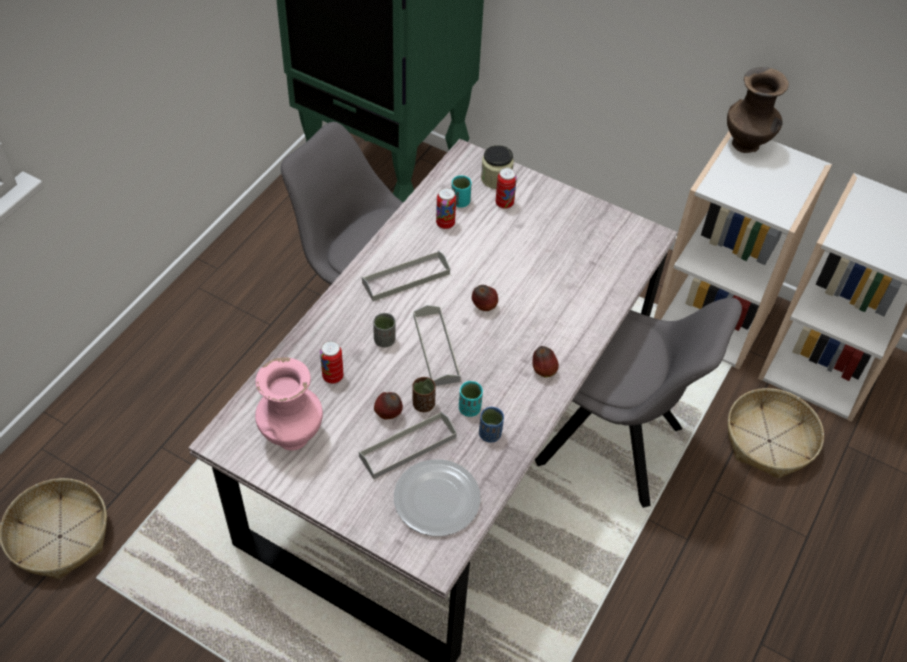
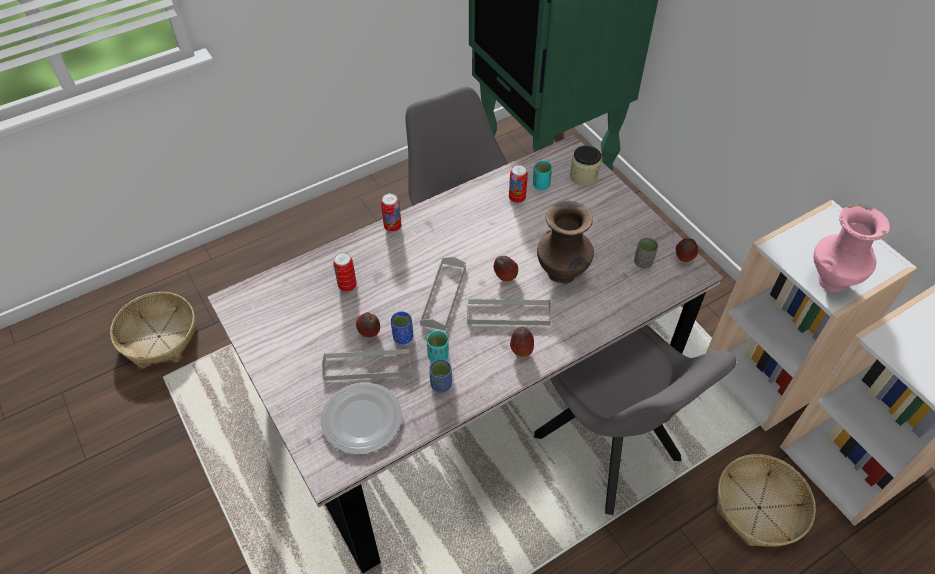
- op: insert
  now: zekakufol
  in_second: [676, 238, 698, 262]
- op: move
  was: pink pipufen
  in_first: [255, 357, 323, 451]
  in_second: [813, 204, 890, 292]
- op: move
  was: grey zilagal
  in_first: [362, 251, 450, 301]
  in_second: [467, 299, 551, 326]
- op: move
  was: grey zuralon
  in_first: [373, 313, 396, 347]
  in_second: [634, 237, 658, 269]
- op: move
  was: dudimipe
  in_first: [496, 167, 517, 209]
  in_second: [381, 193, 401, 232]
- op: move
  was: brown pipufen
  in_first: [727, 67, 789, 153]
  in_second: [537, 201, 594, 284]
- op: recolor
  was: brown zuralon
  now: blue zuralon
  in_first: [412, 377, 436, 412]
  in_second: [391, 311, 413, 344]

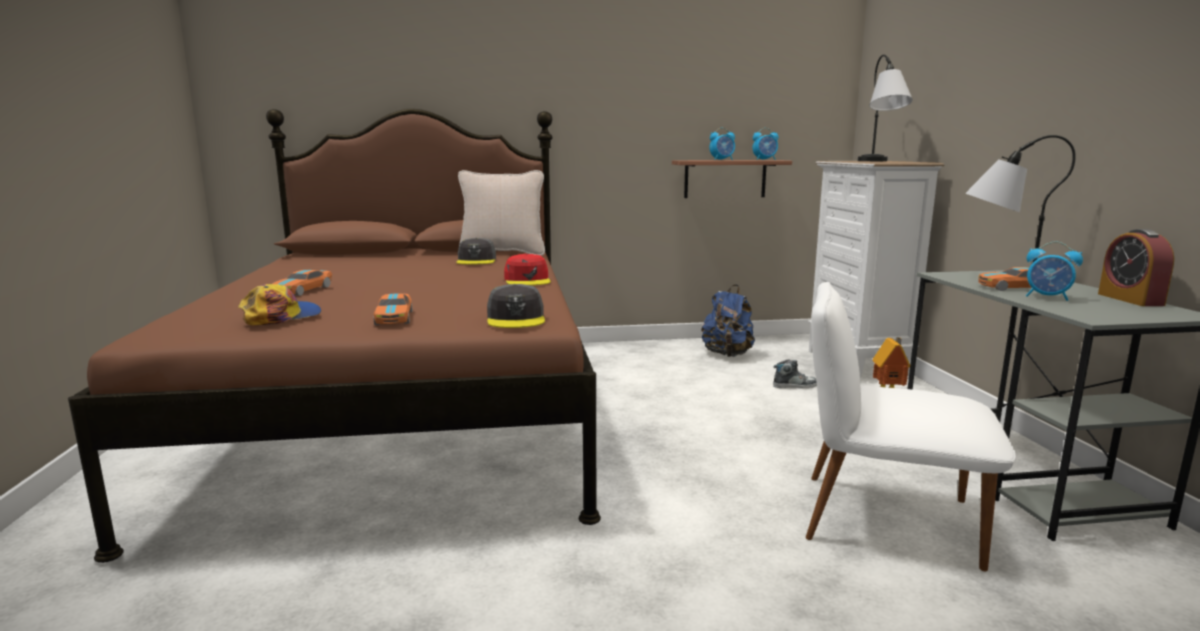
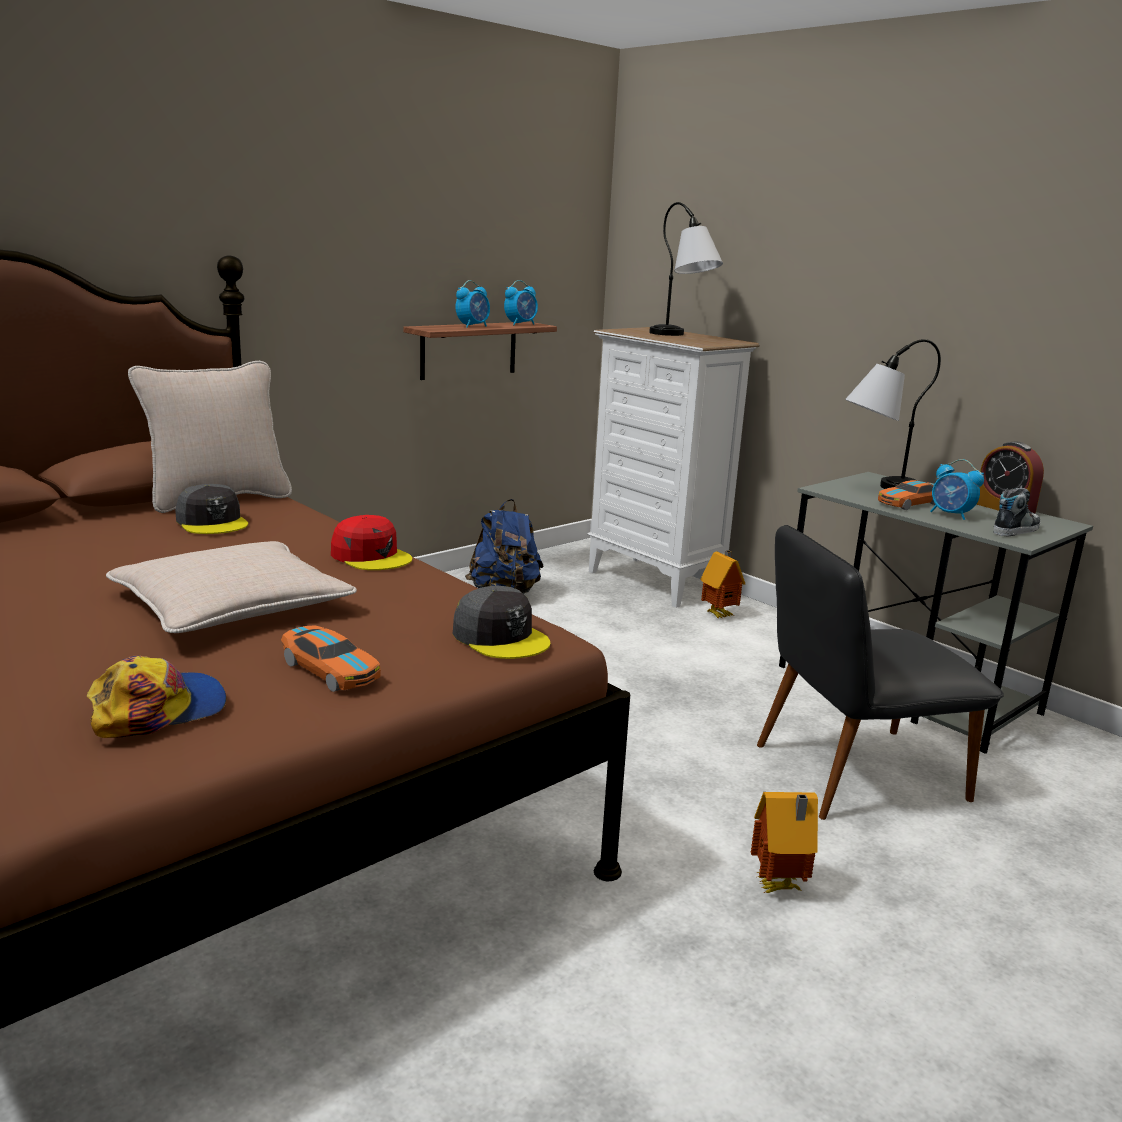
- op: delete
  was: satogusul
  in_first: [273, 270, 332, 296]
- op: insert
  now: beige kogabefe
  in_second: [106, 541, 357, 633]
- op: insert
  now: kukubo
  in_second: [750, 792, 818, 893]
- op: move
  was: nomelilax
  in_first: [773, 359, 817, 388]
  in_second: [993, 488, 1040, 537]
- op: recolor
  was: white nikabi
  now: black nikabi
  in_first: [806, 282, 1016, 572]
  in_second: [757, 525, 1004, 820]
- op: rotate
  was: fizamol
  in_first: [238, 284, 321, 325]
  in_second: [87, 655, 226, 738]
  clockwise: 45
- op: rotate
  was: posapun
  in_first: [1026, 241, 1083, 301]
  in_second: [930, 459, 984, 520]
  clockwise: 45

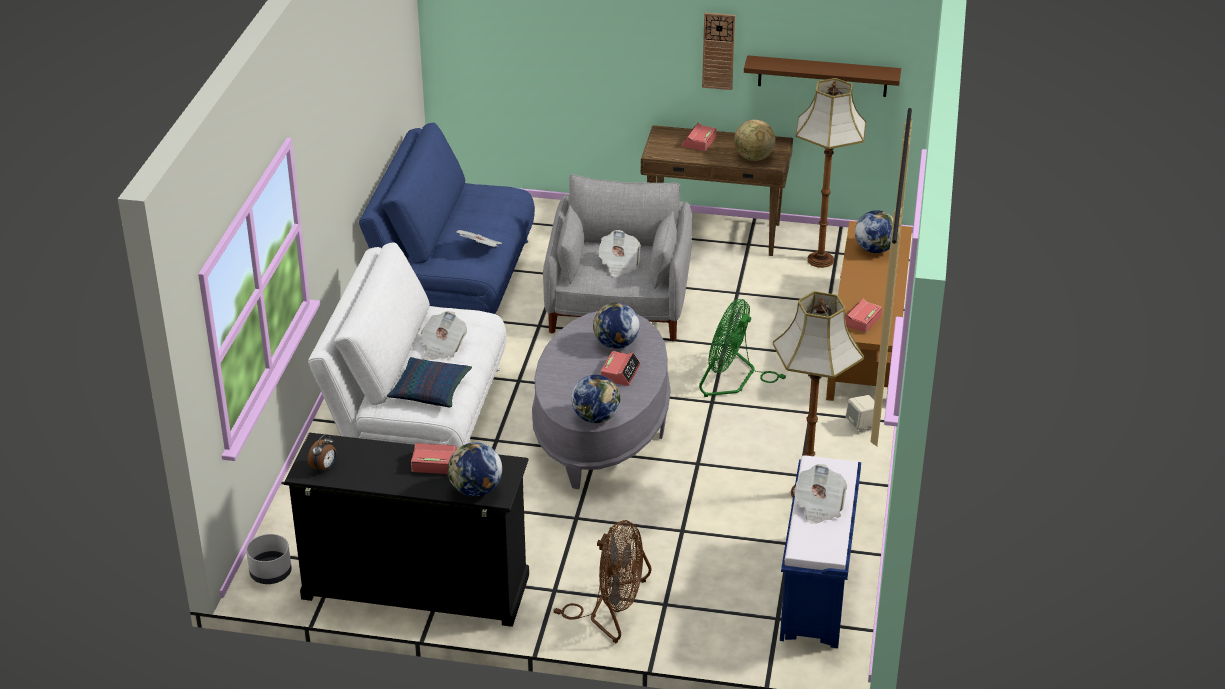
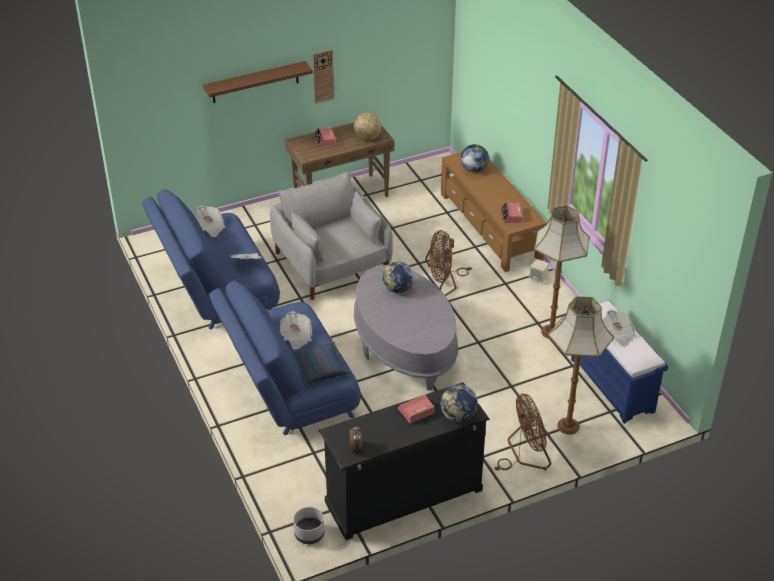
- op: delete
  was: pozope
  in_first: [571, 375, 620, 423]
- op: delete
  was: posapun
  in_first: [601, 351, 641, 386]
- op: move
  was: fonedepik
  in_first: [598, 230, 641, 277]
  in_second: [194, 205, 226, 237]
- op: move
  was: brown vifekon
  in_first: [744, 55, 901, 97]
  in_second: [203, 61, 313, 103]
- op: move
  was: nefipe
  in_first: [795, 78, 866, 268]
  in_second: [548, 296, 614, 435]
- op: recolor
  was: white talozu
  now: blue talozu
  in_first: [308, 242, 507, 449]
  in_second: [209, 281, 361, 435]
- op: recolor
  was: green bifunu
  now: brown bifunu
  in_first: [699, 299, 787, 397]
  in_second: [425, 230, 472, 296]

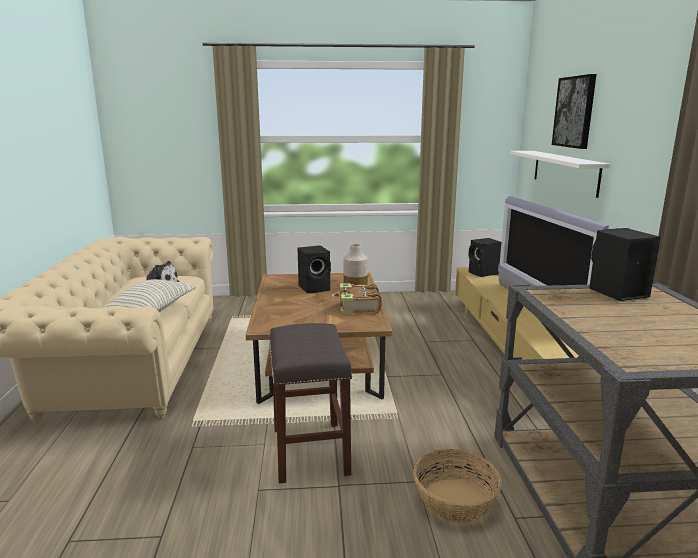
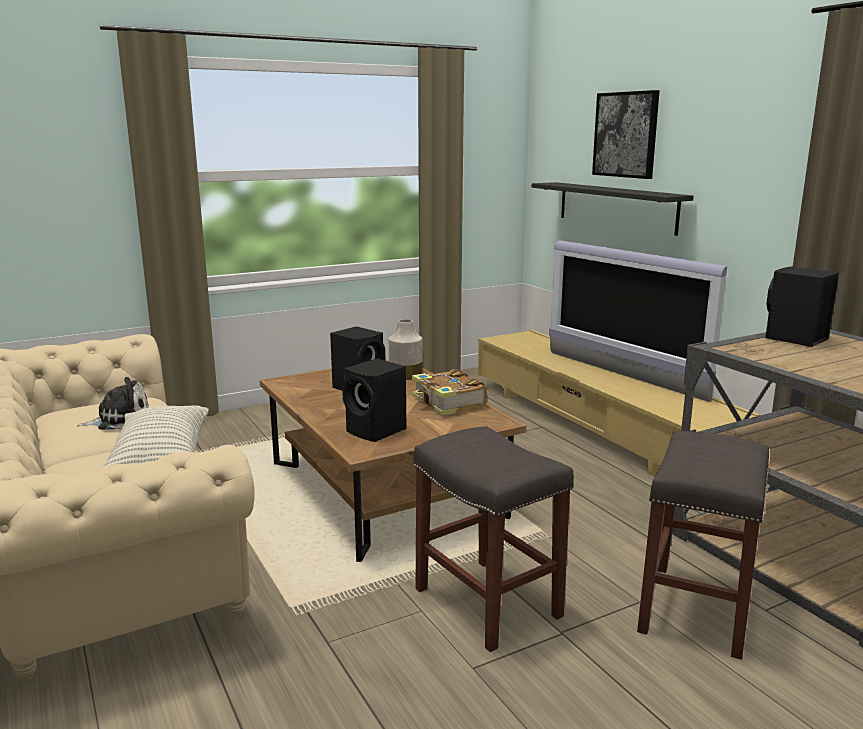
- op: move
  was: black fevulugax
  in_first: [468, 238, 501, 277]
  in_second: [342, 359, 406, 442]
- op: replace
  was: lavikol
  now: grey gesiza
  in_first: [413, 449, 502, 524]
  in_second: [637, 431, 769, 660]
- op: recolor
  was: white vifekon
  now: black vifekon
  in_first: [511, 151, 610, 198]
  in_second: [532, 182, 693, 236]

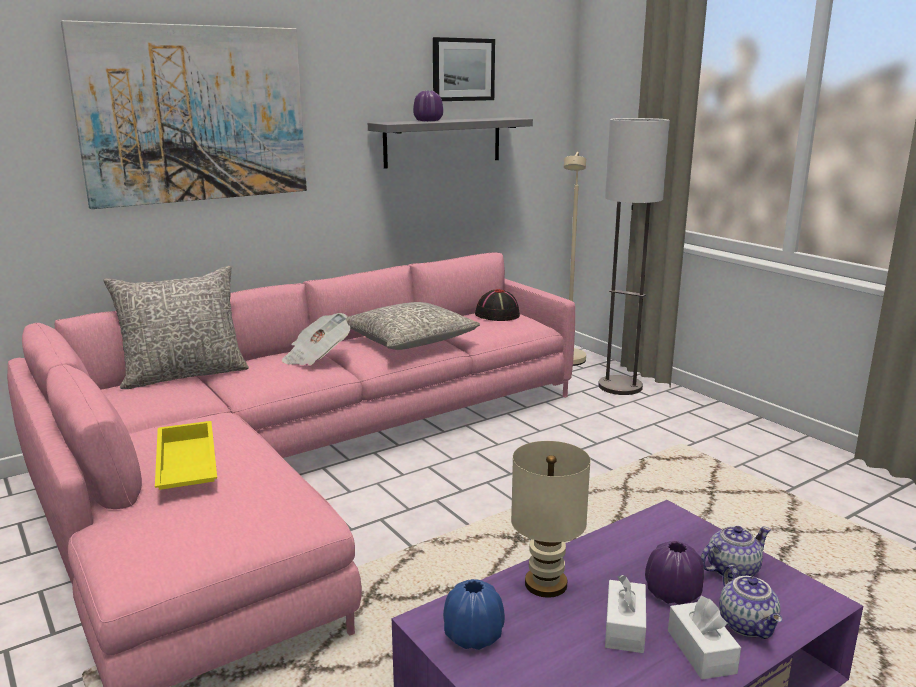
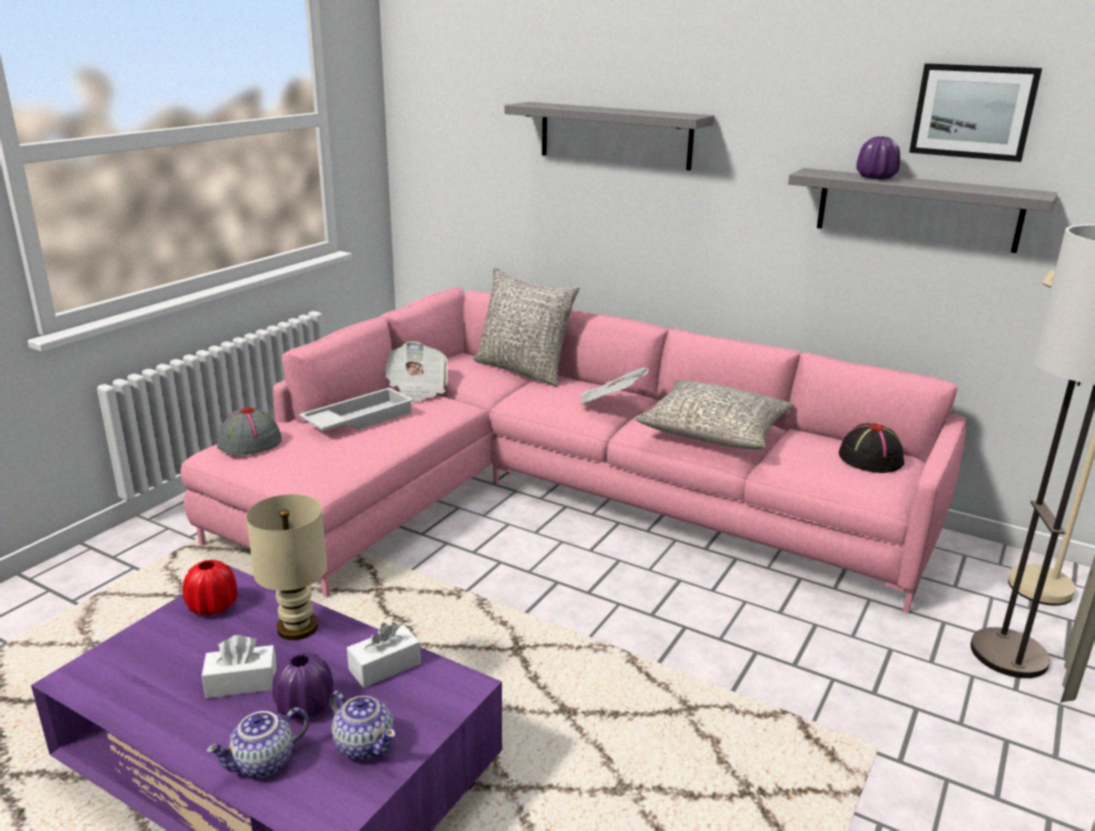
- op: insert
  now: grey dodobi
  in_second: [217, 408, 282, 455]
- op: insert
  now: fonedepik
  in_second: [383, 341, 448, 403]
- op: move
  was: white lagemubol
  in_first: [668, 596, 741, 679]
  in_second: [347, 622, 421, 688]
- op: replace
  was: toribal
  now: grey vifekon
  in_first: [61, 20, 307, 209]
  in_second: [505, 102, 715, 170]
- op: recolor
  was: yellow zilagal
  now: white zilagal
  in_first: [155, 421, 217, 490]
  in_second: [299, 387, 414, 431]
- op: recolor
  was: blue pipufen
  now: red pipufen
  in_first: [443, 579, 505, 650]
  in_second: [183, 560, 238, 616]

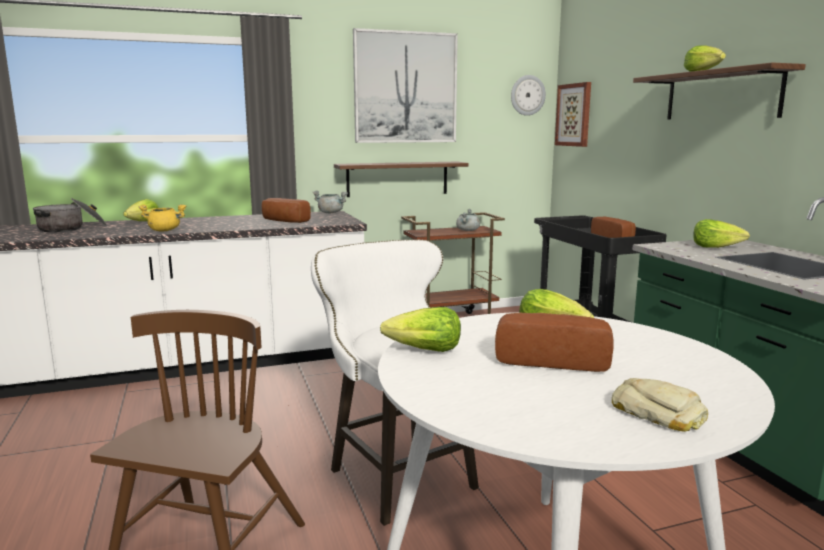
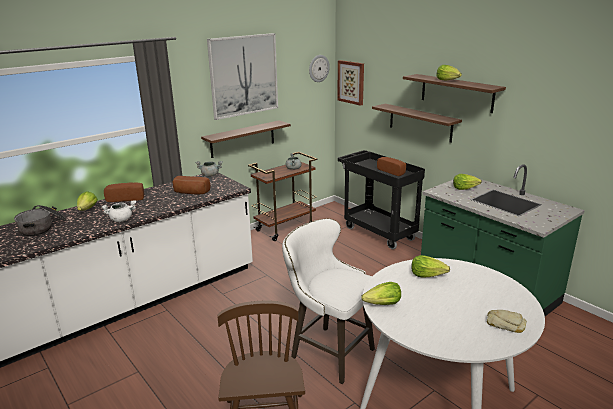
- op: insert
  now: vifekon
  in_second: [372, 104, 462, 143]
- op: move
  was: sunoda
  in_first: [495, 313, 614, 372]
  in_second: [104, 183, 144, 202]
- op: recolor
  was: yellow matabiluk
  now: white matabiluk
  in_first: [139, 204, 186, 232]
  in_second: [102, 200, 136, 222]

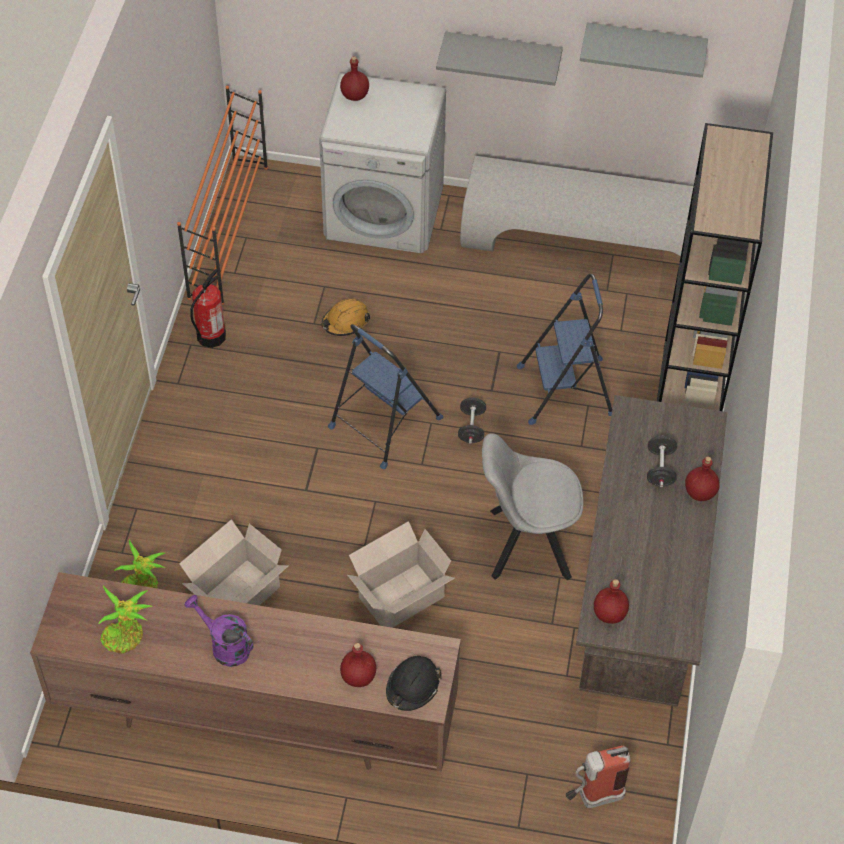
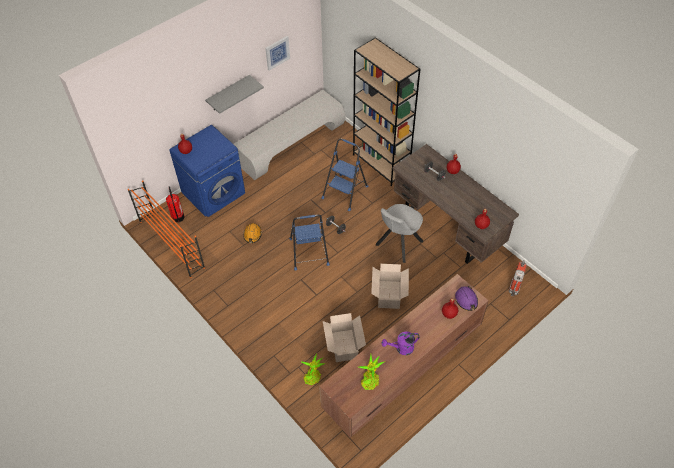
- op: move
  was: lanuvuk
  in_first: [190, 269, 226, 348]
  in_second: [166, 186, 185, 222]
- op: replace
  was: grey vifekon
  now: toribal
  in_first: [580, 22, 708, 78]
  in_second: [265, 36, 290, 71]
- op: recolor
  was: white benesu
  now: blue benesu
  in_first: [319, 73, 446, 253]
  in_second: [169, 125, 245, 217]
- op: recolor
  was: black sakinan
  now: purple sakinan
  in_first: [386, 656, 442, 711]
  in_second: [455, 286, 478, 311]

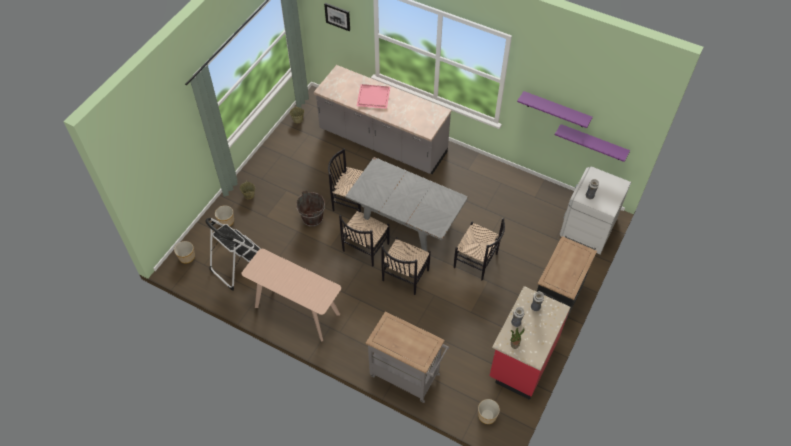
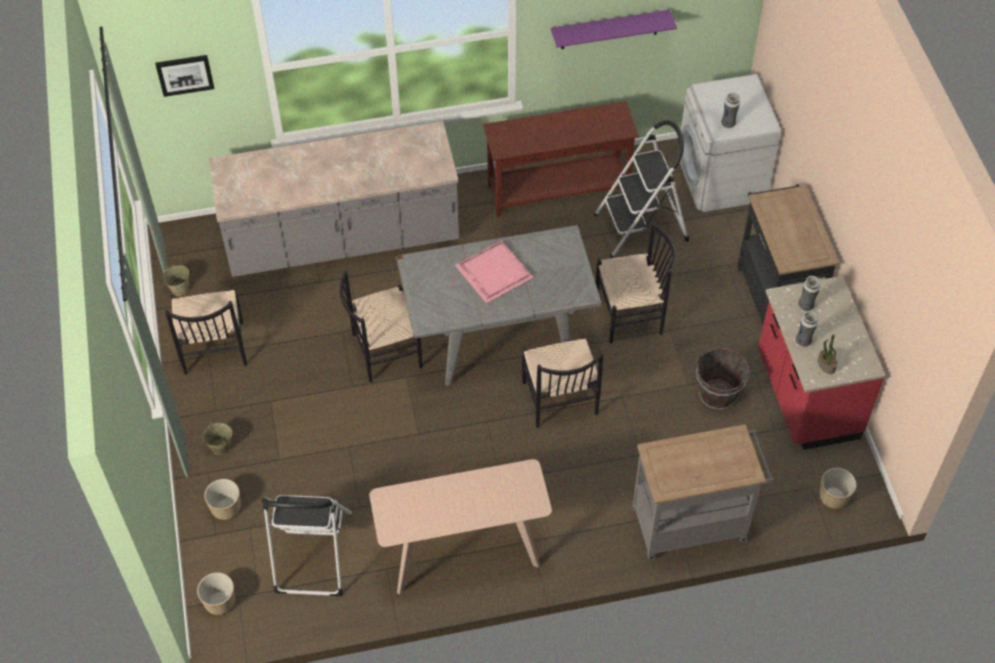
- op: delete
  was: purple vifekon
  in_first: [555, 124, 630, 162]
- op: insert
  now: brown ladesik
  in_second: [483, 101, 639, 218]
- op: insert
  now: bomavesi
  in_second: [594, 121, 689, 258]
- op: move
  was: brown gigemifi
  in_first: [296, 190, 325, 227]
  in_second: [696, 348, 750, 410]
- op: move
  was: black nikabi
  in_first: [339, 209, 390, 266]
  in_second: [165, 286, 247, 375]
- op: move
  was: pink zilagal
  in_first: [357, 84, 390, 109]
  in_second: [455, 240, 534, 303]

